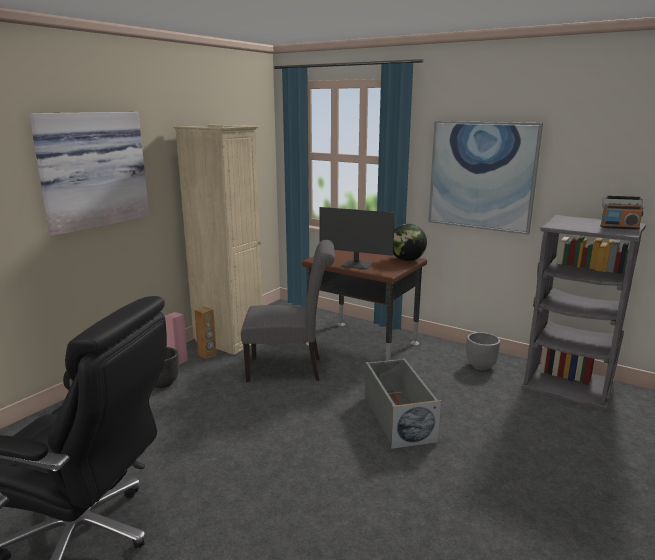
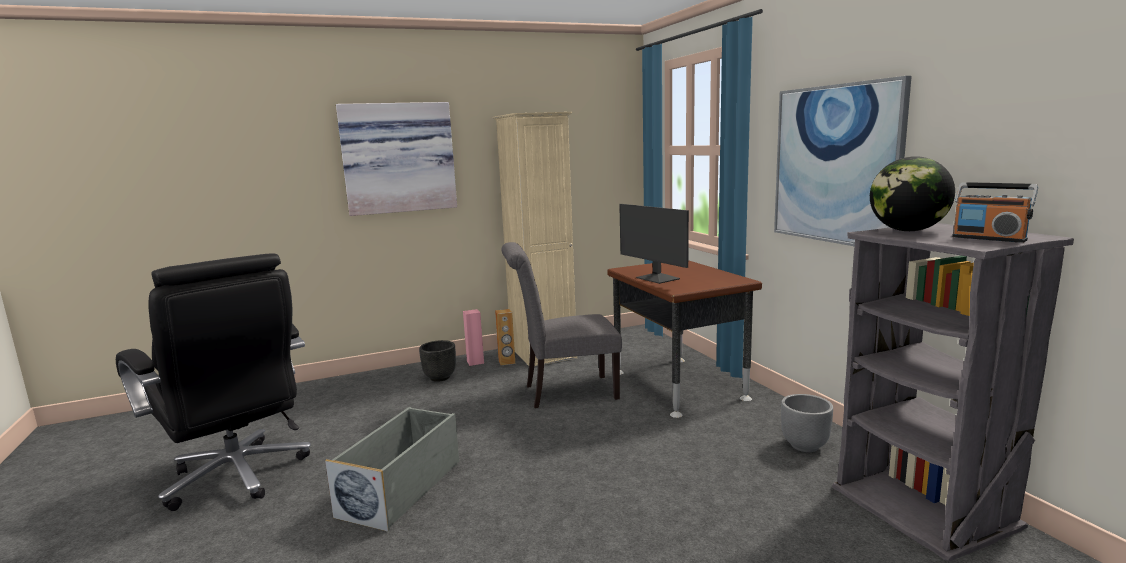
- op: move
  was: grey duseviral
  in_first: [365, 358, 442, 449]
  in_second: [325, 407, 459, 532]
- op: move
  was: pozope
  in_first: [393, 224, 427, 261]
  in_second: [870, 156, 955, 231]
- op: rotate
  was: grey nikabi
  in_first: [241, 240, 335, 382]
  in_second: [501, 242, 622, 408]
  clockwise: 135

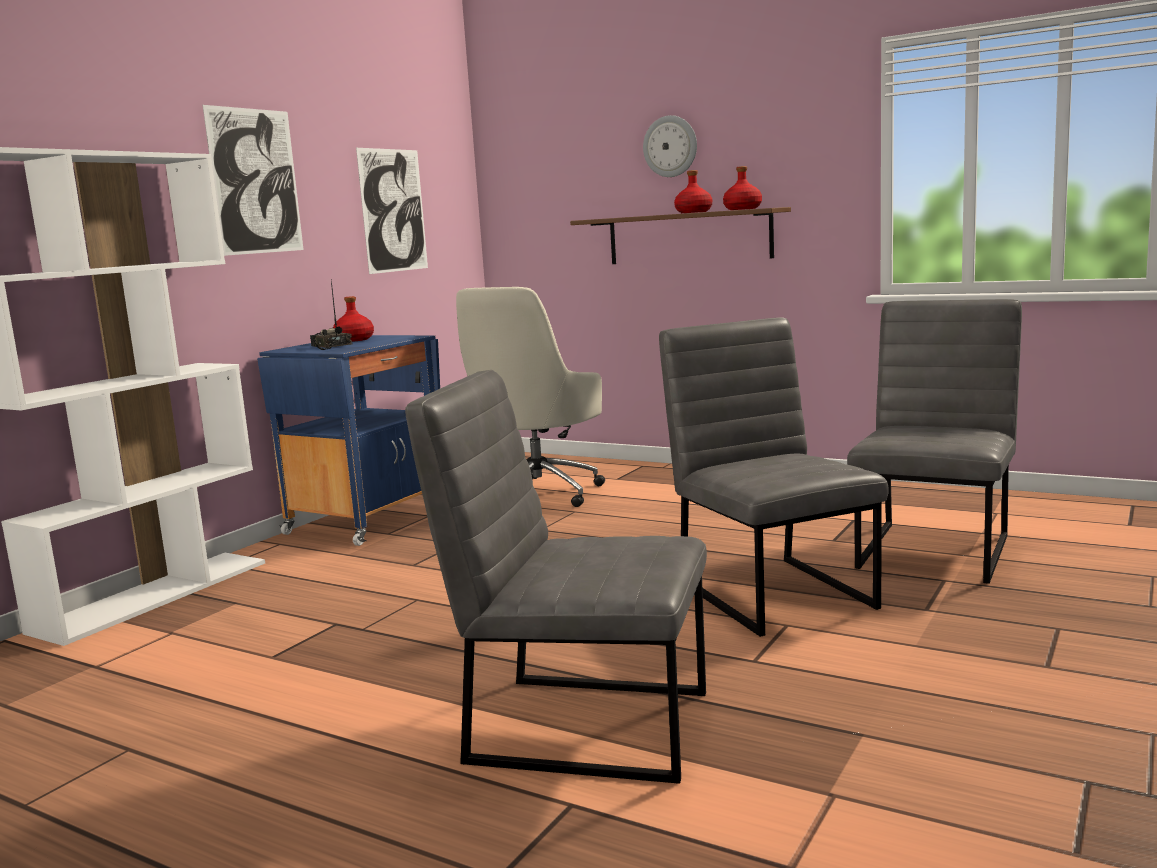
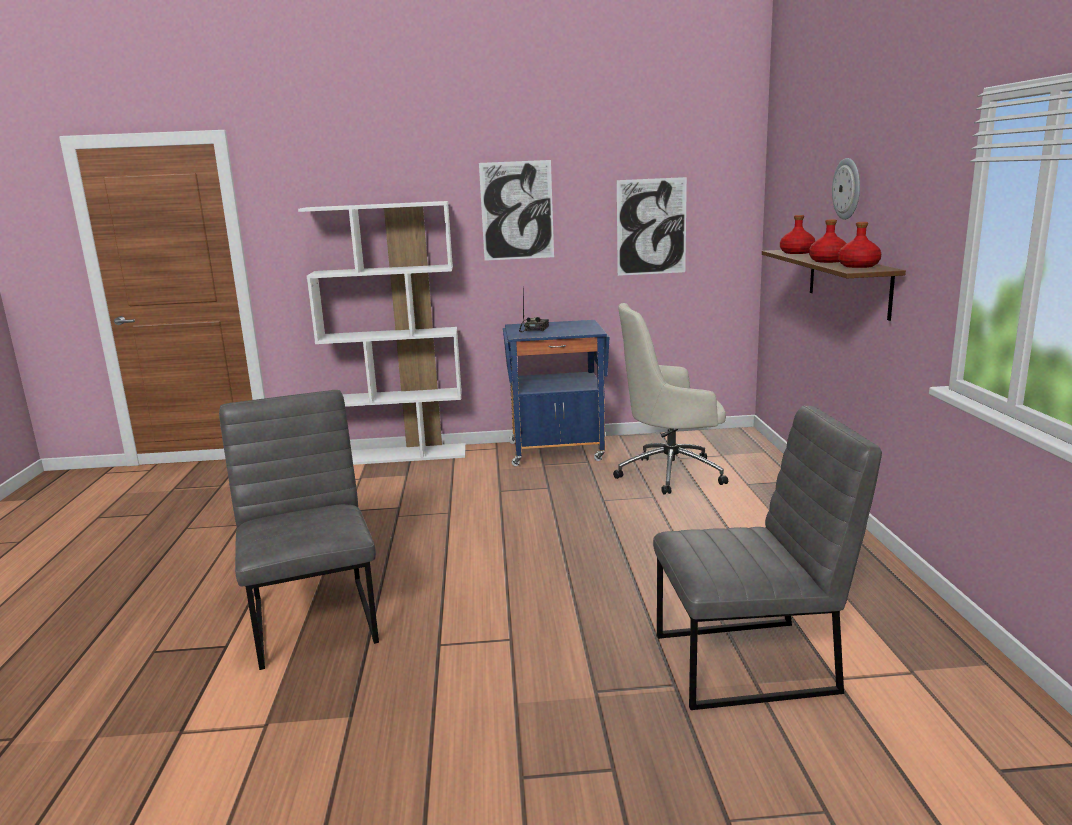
- op: delete
  was: grey nikabi
  in_first: [659, 318, 889, 637]
- op: move
  was: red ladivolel
  in_first: [333, 296, 374, 342]
  in_second: [780, 215, 815, 254]

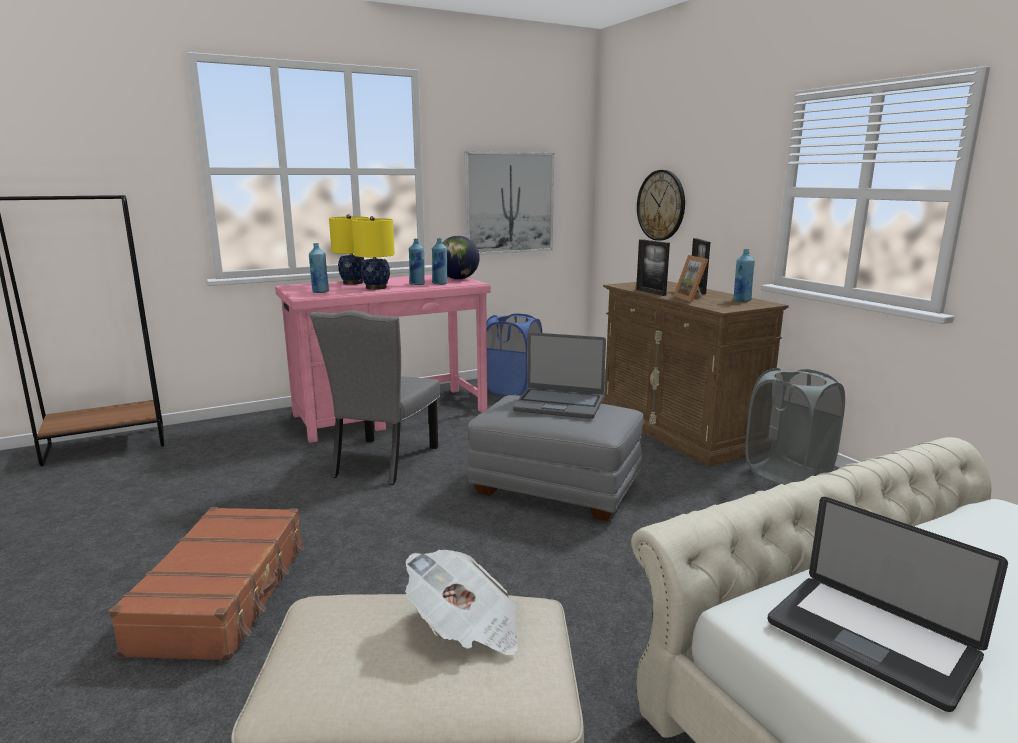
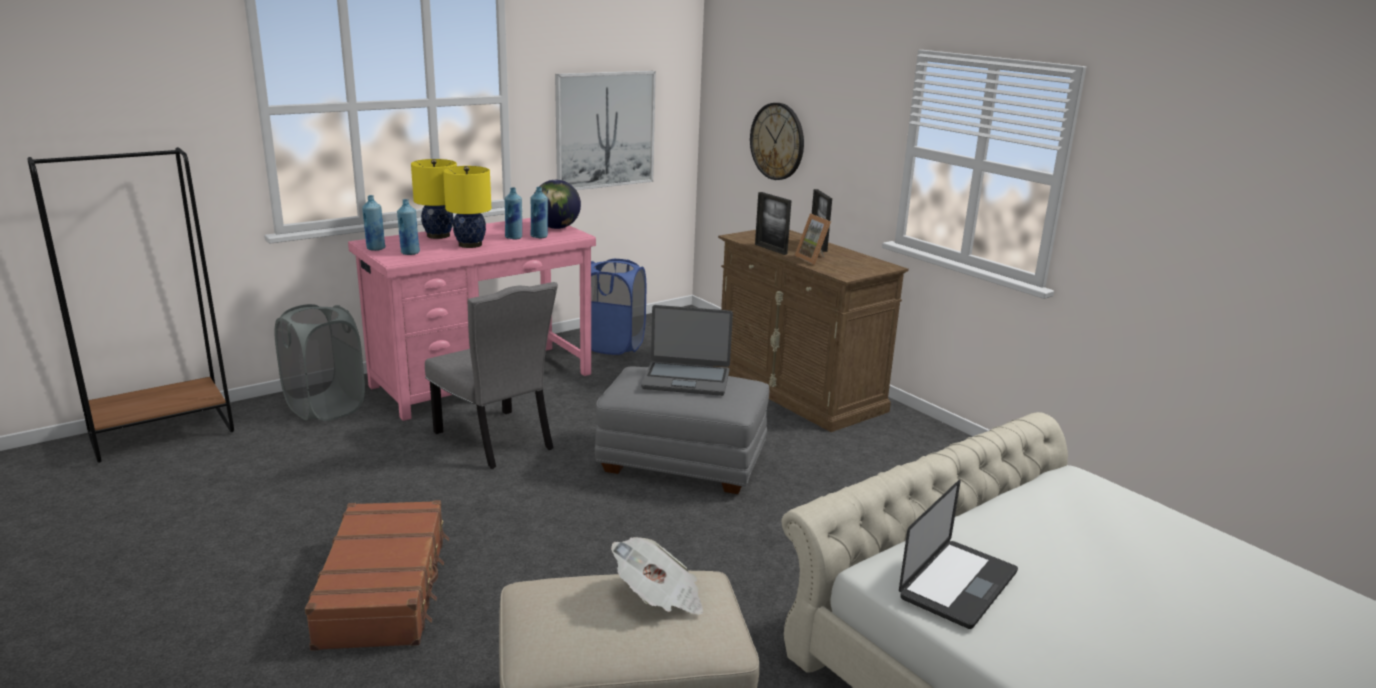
- op: move
  was: blue ladivolel
  in_first: [734, 249, 755, 302]
  in_second: [362, 195, 386, 251]
- op: move
  was: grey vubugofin
  in_first: [745, 368, 845, 485]
  in_second: [274, 304, 365, 421]
- op: rotate
  was: grey nikabi
  in_first: [310, 310, 440, 485]
  in_second: [425, 282, 558, 469]
  clockwise: -45
- op: rotate
  was: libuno
  in_first: [768, 497, 1008, 712]
  in_second: [899, 480, 1018, 629]
  clockwise: -90

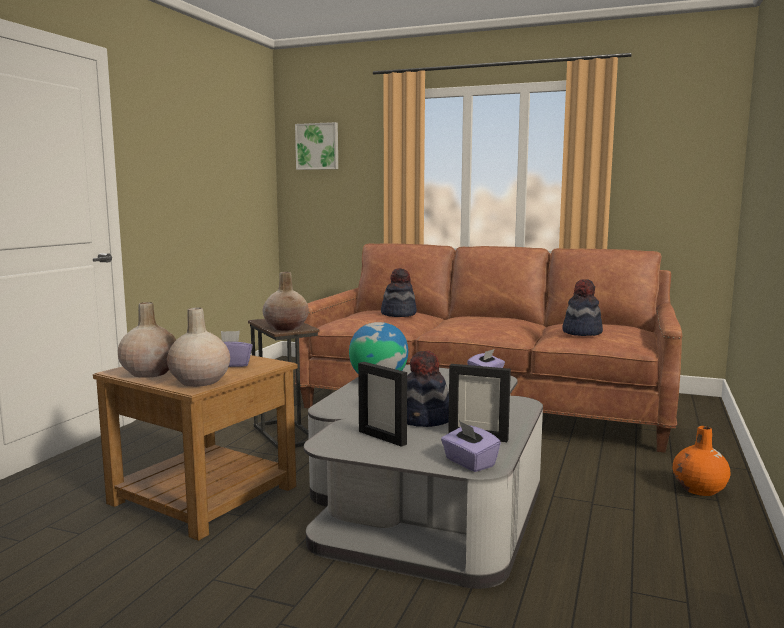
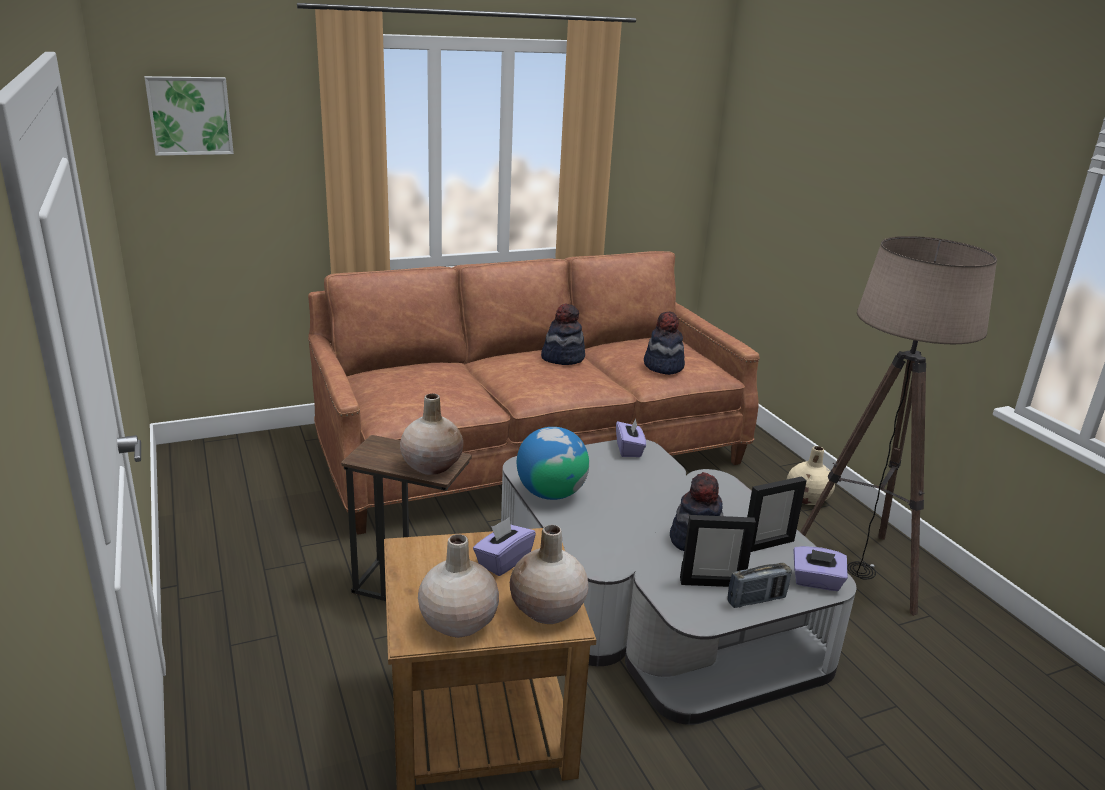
- op: insert
  now: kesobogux
  in_second: [727, 563, 792, 608]
- op: insert
  now: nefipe
  in_second: [800, 236, 997, 616]
- op: move
  was: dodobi
  in_first: [381, 268, 417, 317]
  in_second: [541, 304, 585, 365]
- op: recolor
  was: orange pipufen
  now: beige pipufen
  in_first: [673, 426, 731, 496]
  in_second: [787, 446, 835, 505]

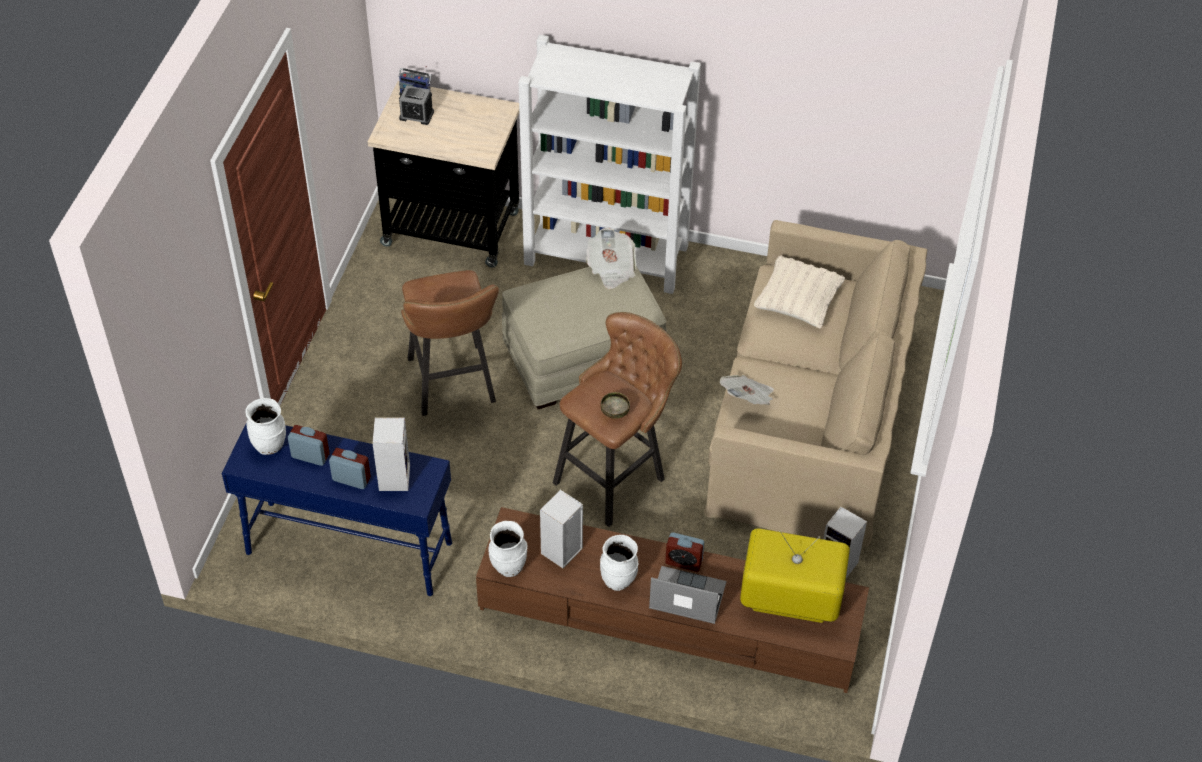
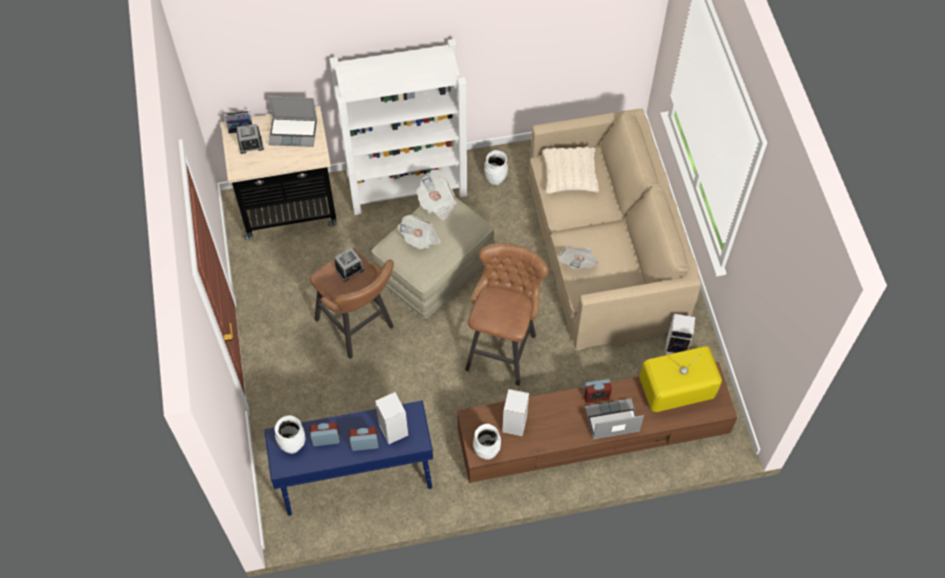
- op: delete
  was: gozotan
  in_first: [601, 392, 630, 419]
- op: insert
  now: libuno
  in_second: [268, 96, 317, 147]
- op: insert
  now: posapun
  in_second: [335, 247, 364, 282]
- op: insert
  now: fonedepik
  in_second: [398, 215, 441, 250]
- op: move
  was: white pipufen
  in_first: [600, 535, 639, 591]
  in_second: [484, 150, 508, 185]

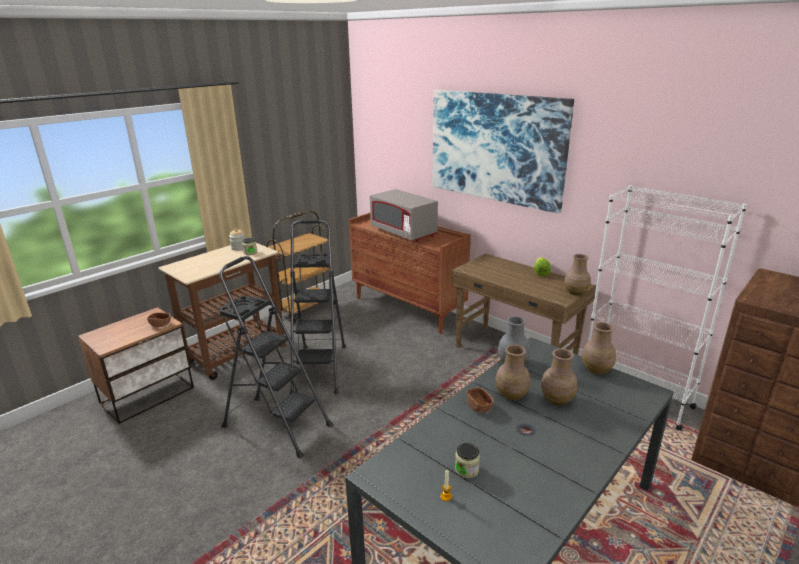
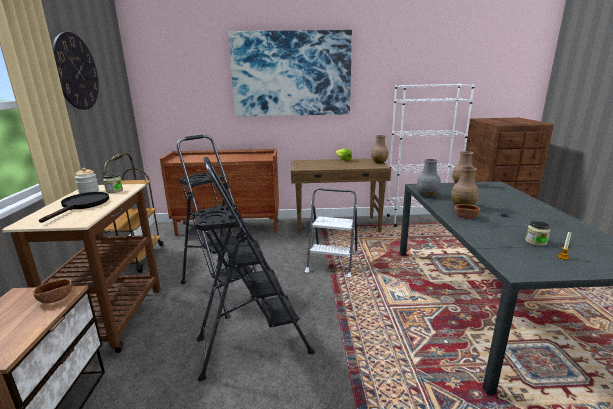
- op: delete
  was: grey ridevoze
  in_first: [370, 189, 438, 241]
- op: delete
  was: brown pipufen
  in_first: [541, 348, 577, 405]
- op: insert
  now: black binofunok
  in_second: [39, 192, 109, 223]
- op: insert
  now: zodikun
  in_second: [52, 32, 99, 110]
- op: insert
  now: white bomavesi
  in_second: [305, 188, 358, 277]

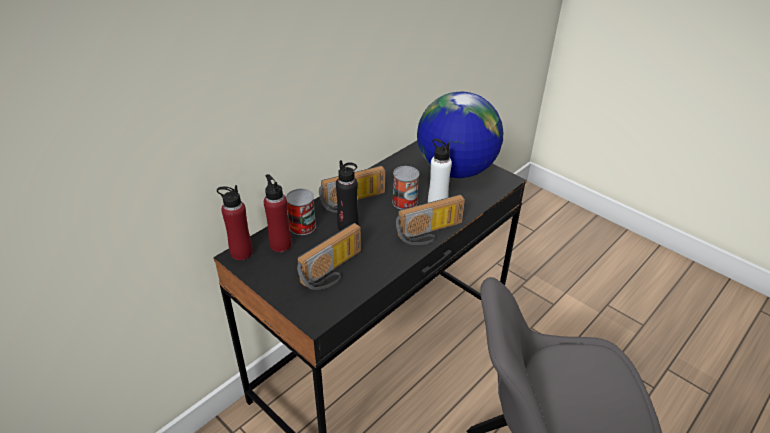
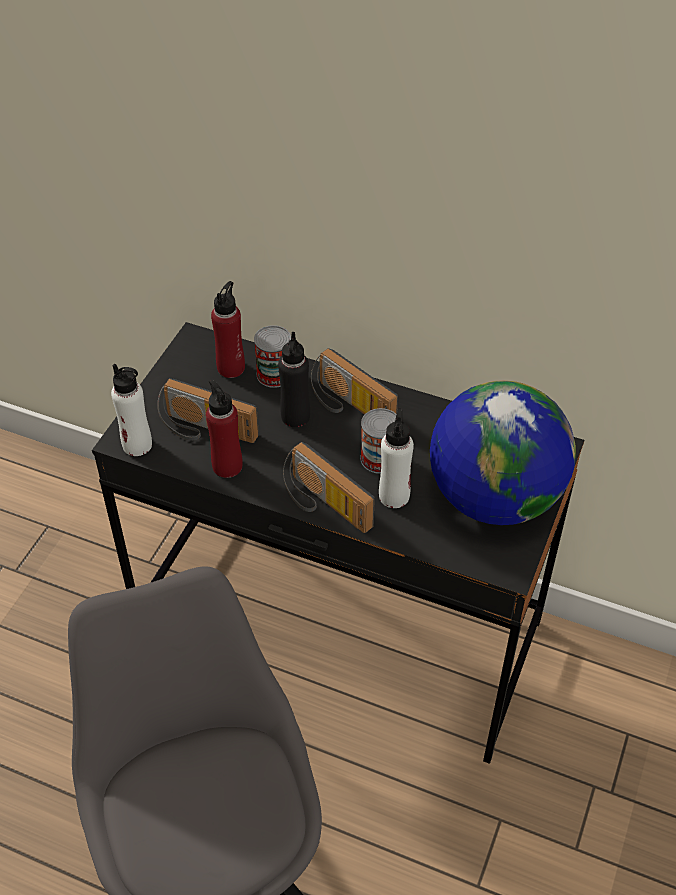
- op: insert
  now: white ladivolel
  in_second: [111, 364, 152, 456]
- op: move
  was: red ladivolel
  in_first: [217, 185, 253, 260]
  in_second: [206, 380, 242, 478]

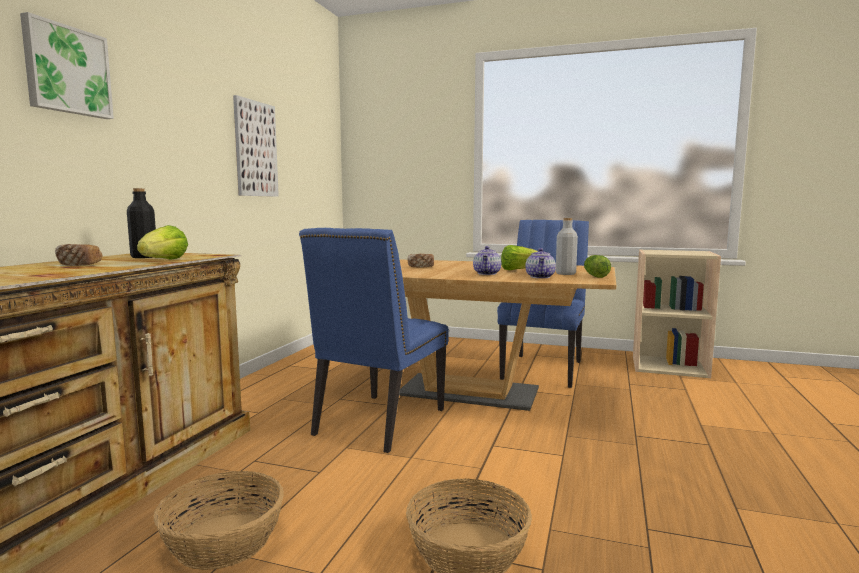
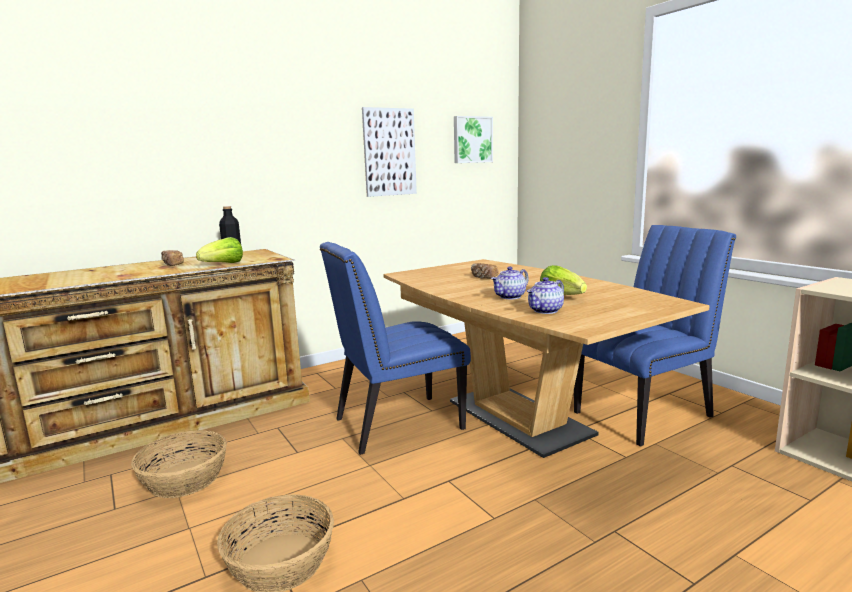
- op: delete
  was: grey ladivolel
  in_first: [556, 218, 578, 275]
- op: delete
  was: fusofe
  in_first: [584, 255, 611, 278]
- op: move
  was: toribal
  in_first: [20, 12, 114, 119]
  in_second: [454, 116, 493, 163]

